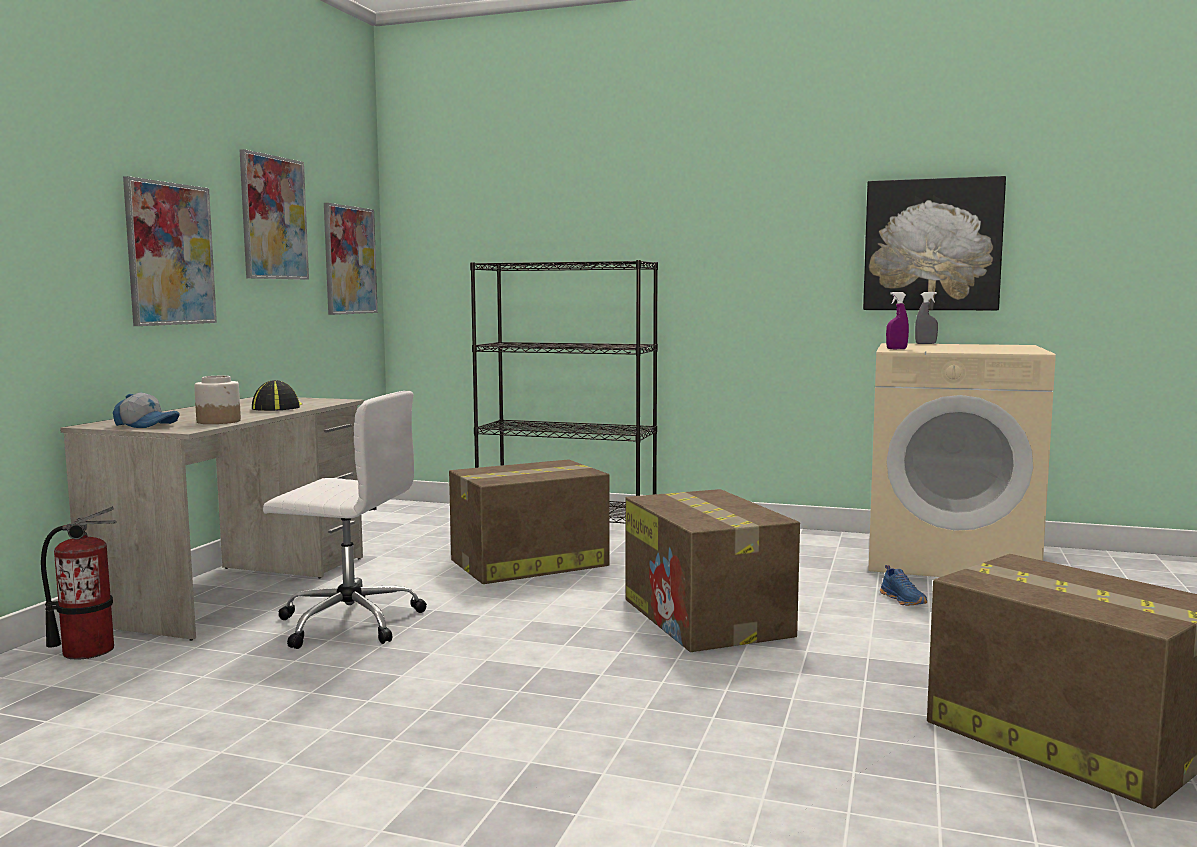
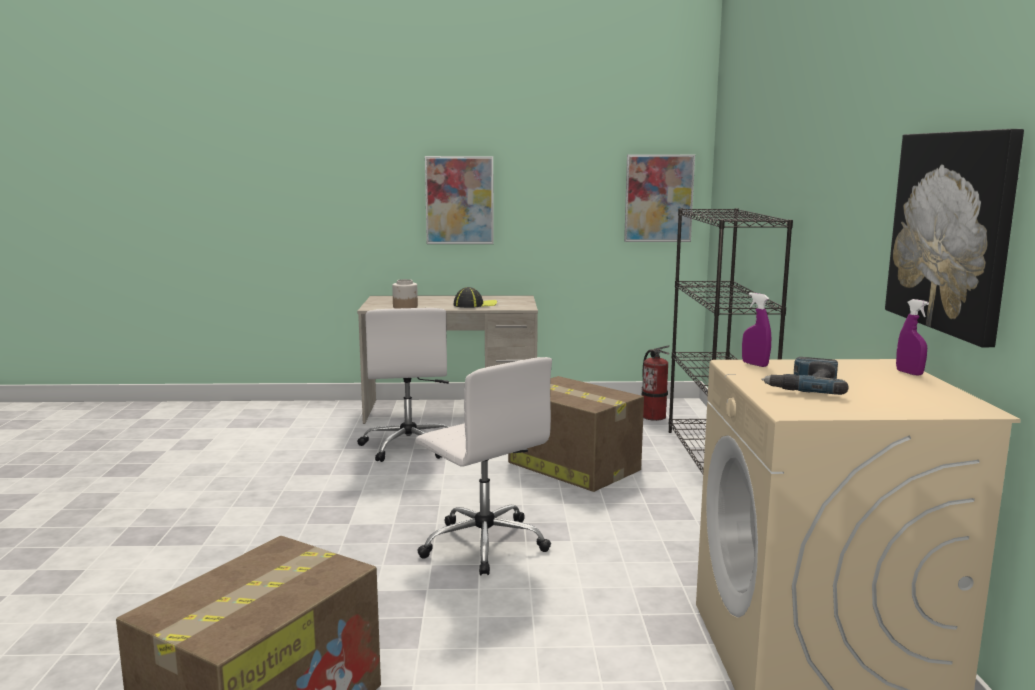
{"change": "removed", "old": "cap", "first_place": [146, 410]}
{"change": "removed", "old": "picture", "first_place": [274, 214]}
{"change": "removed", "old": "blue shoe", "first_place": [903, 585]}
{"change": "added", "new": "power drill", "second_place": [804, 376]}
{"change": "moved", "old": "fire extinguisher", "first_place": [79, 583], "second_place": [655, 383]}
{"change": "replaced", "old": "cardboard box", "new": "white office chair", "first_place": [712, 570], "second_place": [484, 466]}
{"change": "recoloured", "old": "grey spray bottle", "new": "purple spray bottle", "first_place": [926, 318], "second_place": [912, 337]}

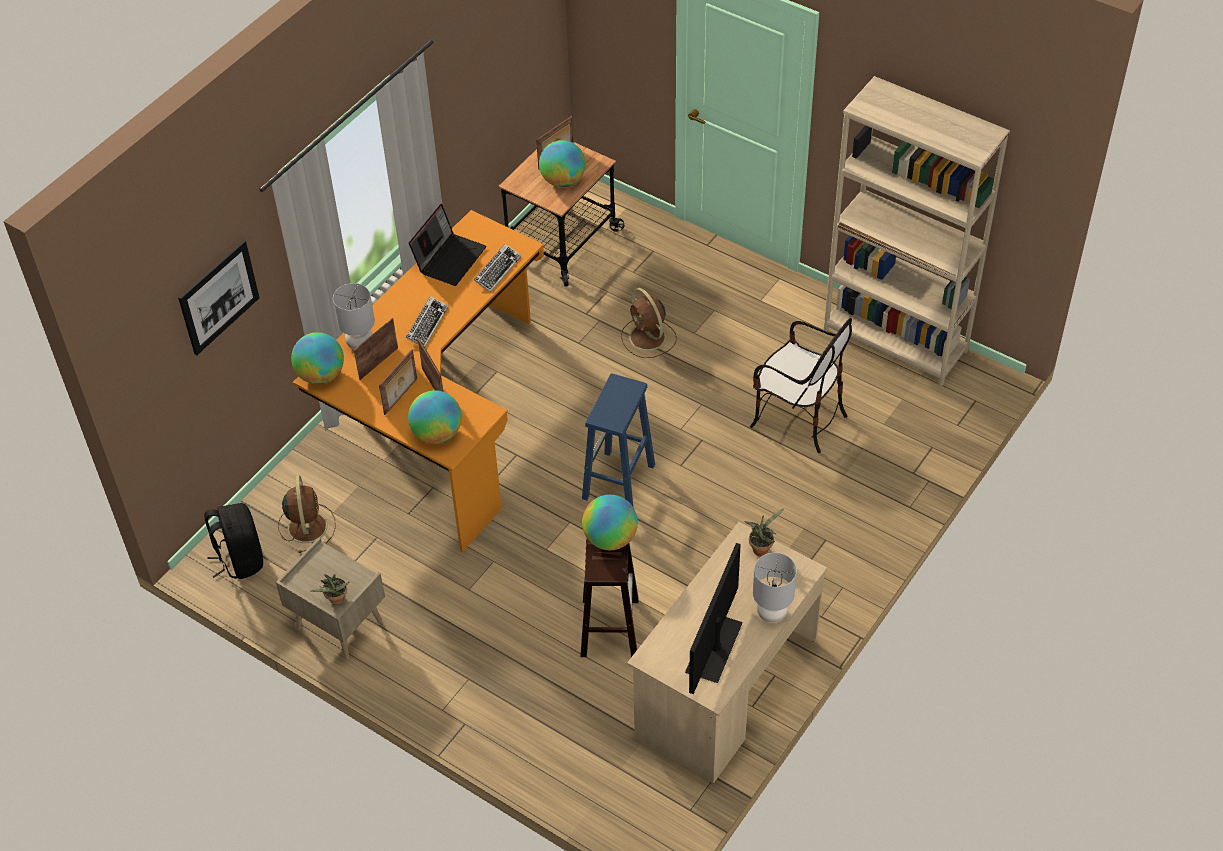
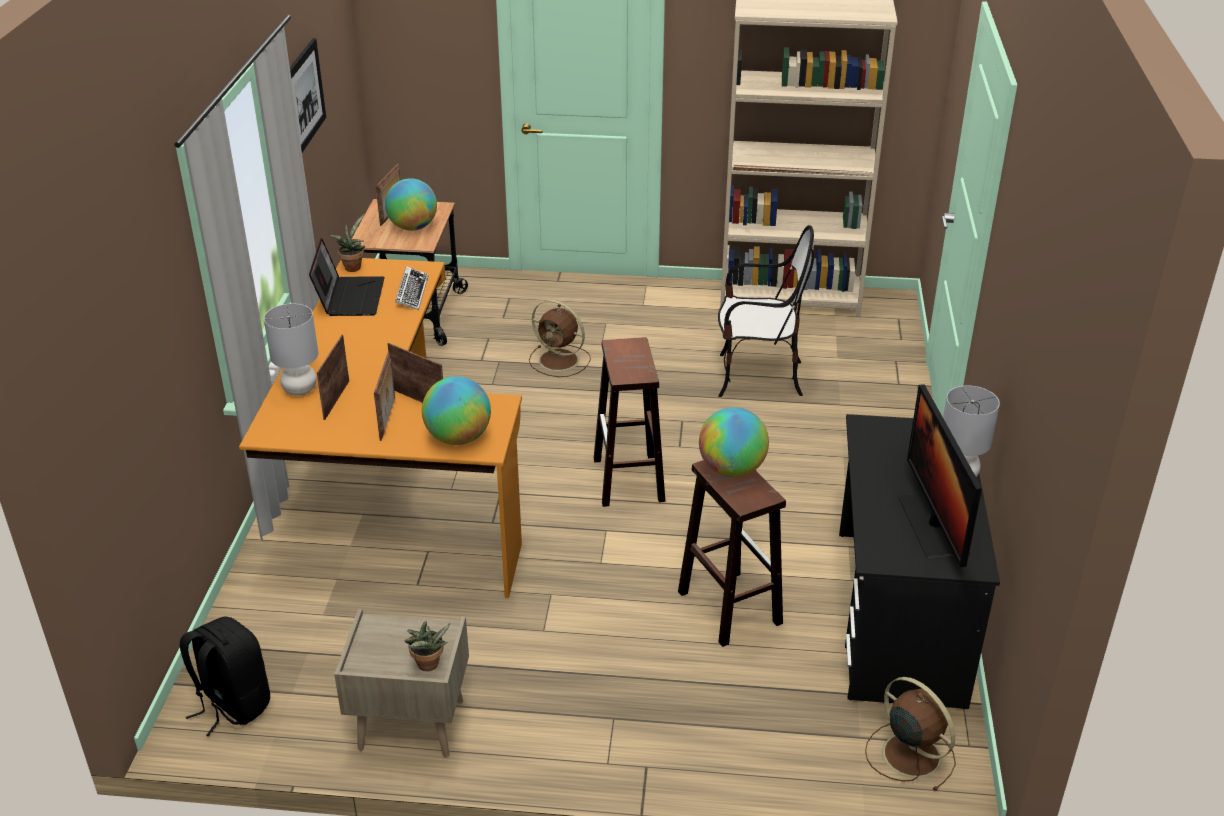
{"change": "removed", "old": "globe", "first_place": [317, 358]}
{"change": "removed", "old": "keyboard", "first_place": [427, 321]}
{"change": "moved", "old": "picture", "first_place": [219, 297], "second_place": [308, 95]}
{"change": "moved", "old": "brown fan", "first_place": [307, 514], "second_place": [910, 734]}
{"change": "moved", "old": "potted plant", "first_place": [764, 532], "second_place": [347, 243]}
{"change": "recoloured", "old": "blue stool", "new": "brown stool", "first_place": [618, 439], "second_place": [629, 422]}
{"change": "recoloured", "old": "beige desk", "new": "black desk", "first_place": [727, 653], "second_place": [919, 561]}

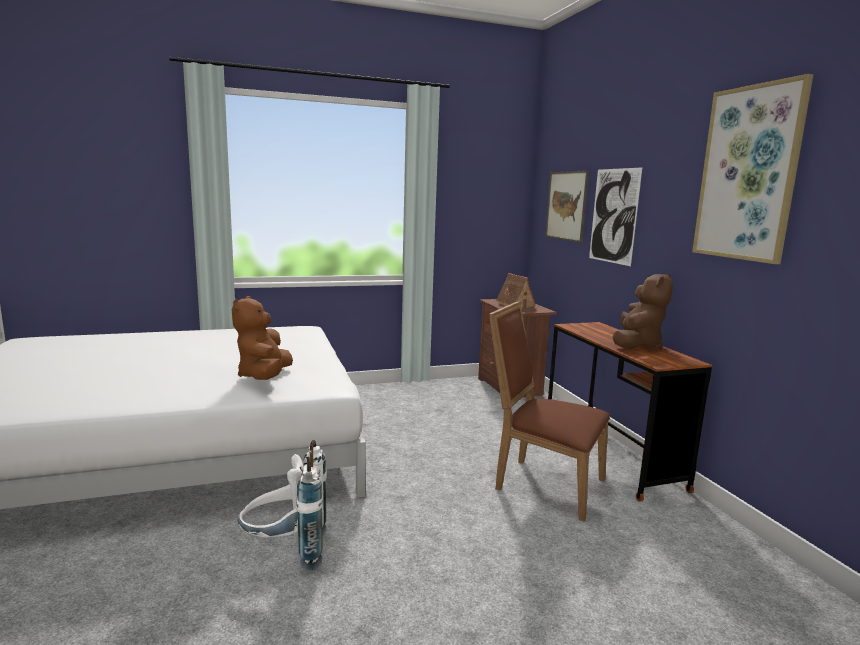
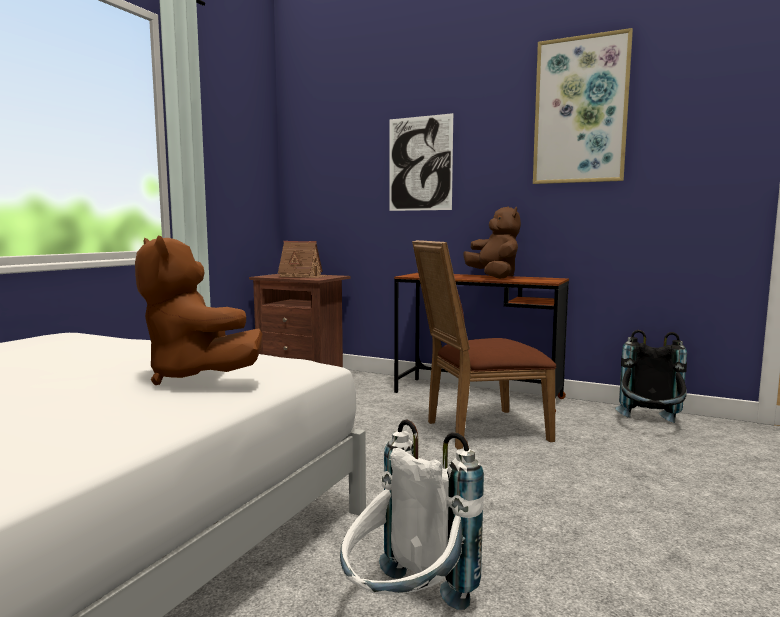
{"change": "removed", "old": "picture", "first_place": [567, 207]}
{"change": "added", "new": "black backpack", "second_place": [651, 376]}

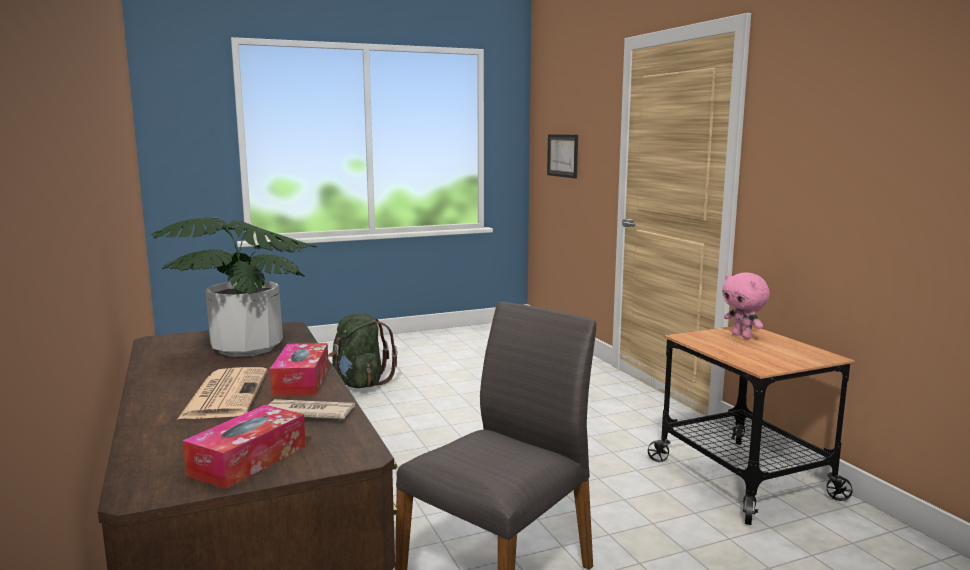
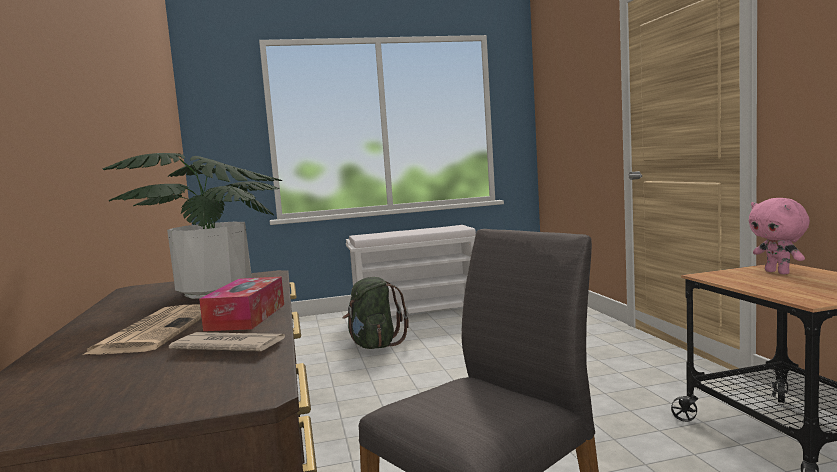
{"change": "removed", "old": "tissue box", "first_place": [244, 447]}
{"change": "removed", "old": "picture", "first_place": [562, 156]}
{"change": "added", "new": "white bench", "second_place": [411, 270]}

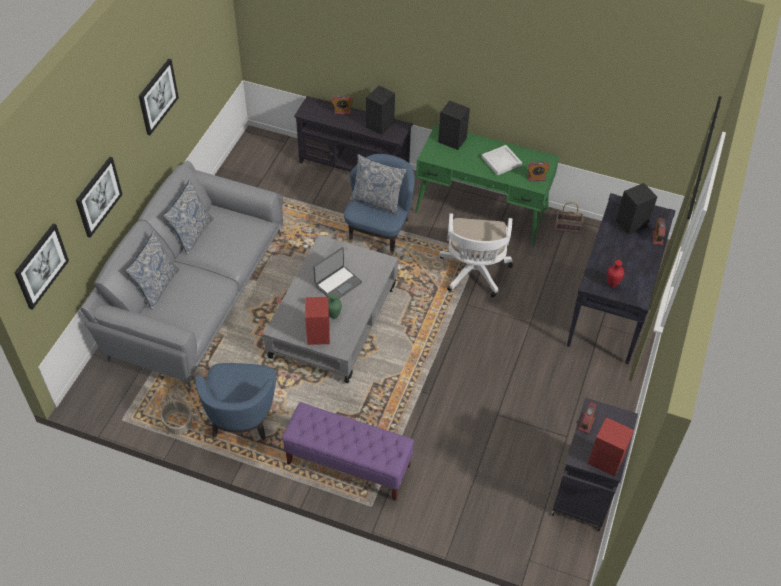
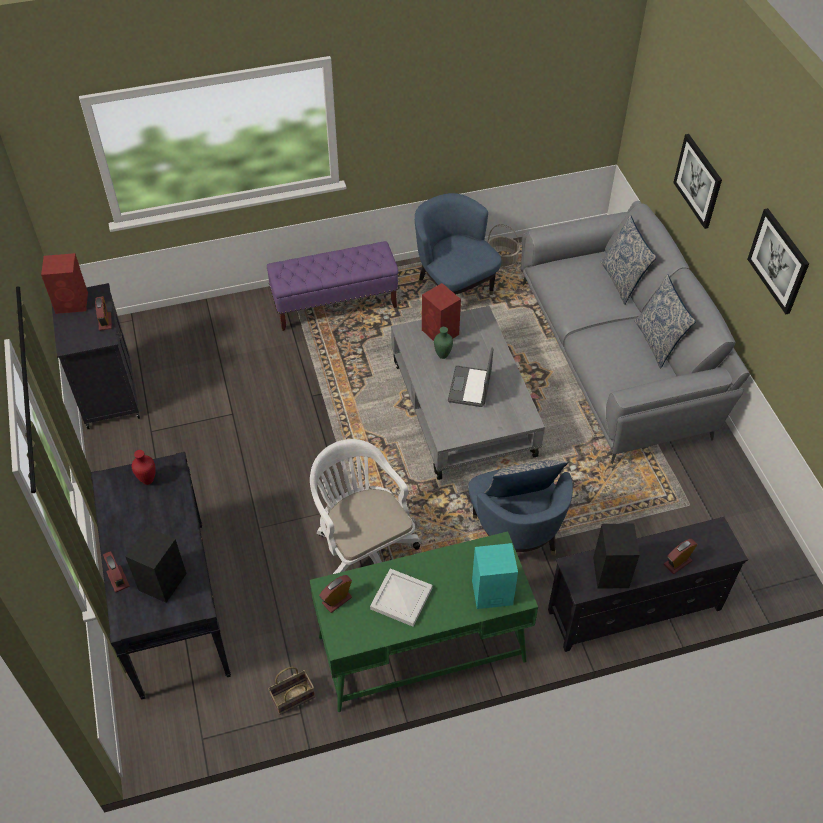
{"change": "removed", "old": "picture", "first_place": [41, 266]}
{"change": "recoloured", "old": "black speaker", "new": "turquoise speaker", "first_place": [454, 125], "second_place": [495, 576]}

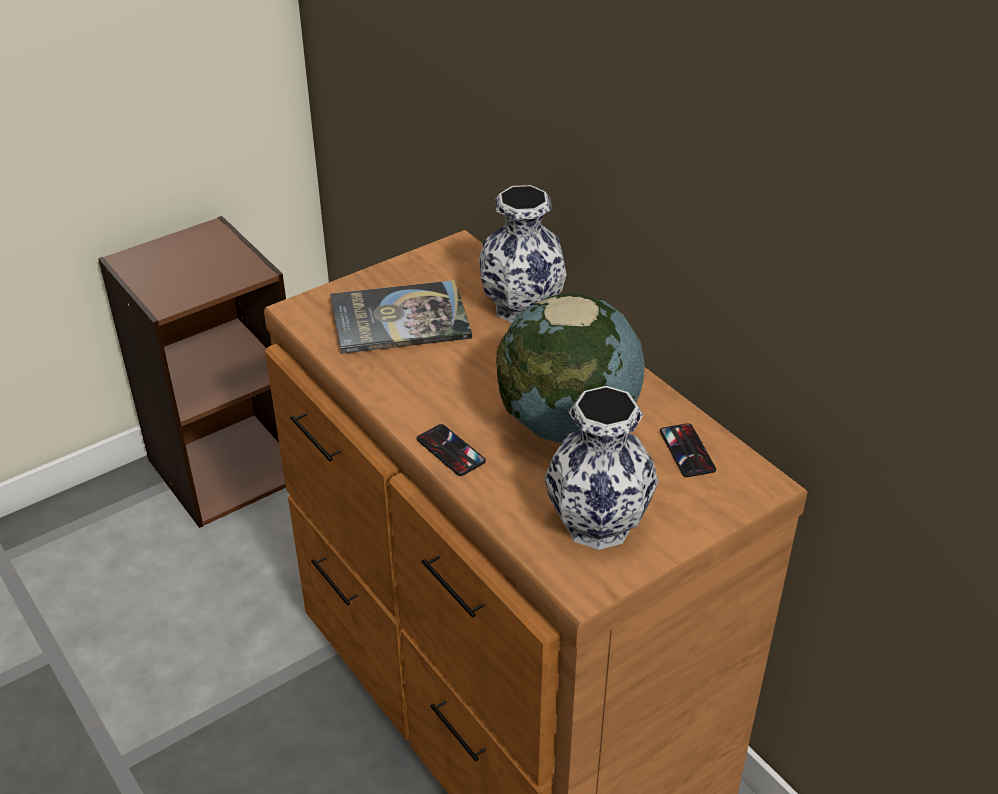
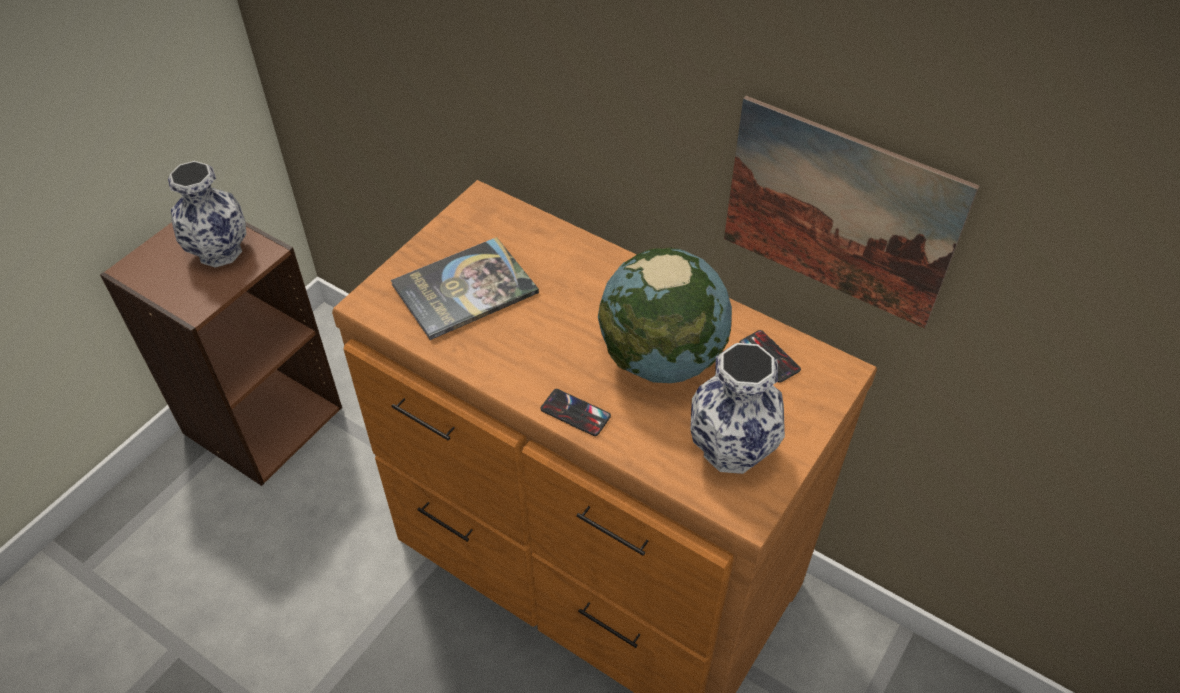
{"change": "added", "new": "picture", "second_place": [851, 212]}
{"change": "moved", "old": "vase", "first_place": [523, 254], "second_place": [207, 214]}

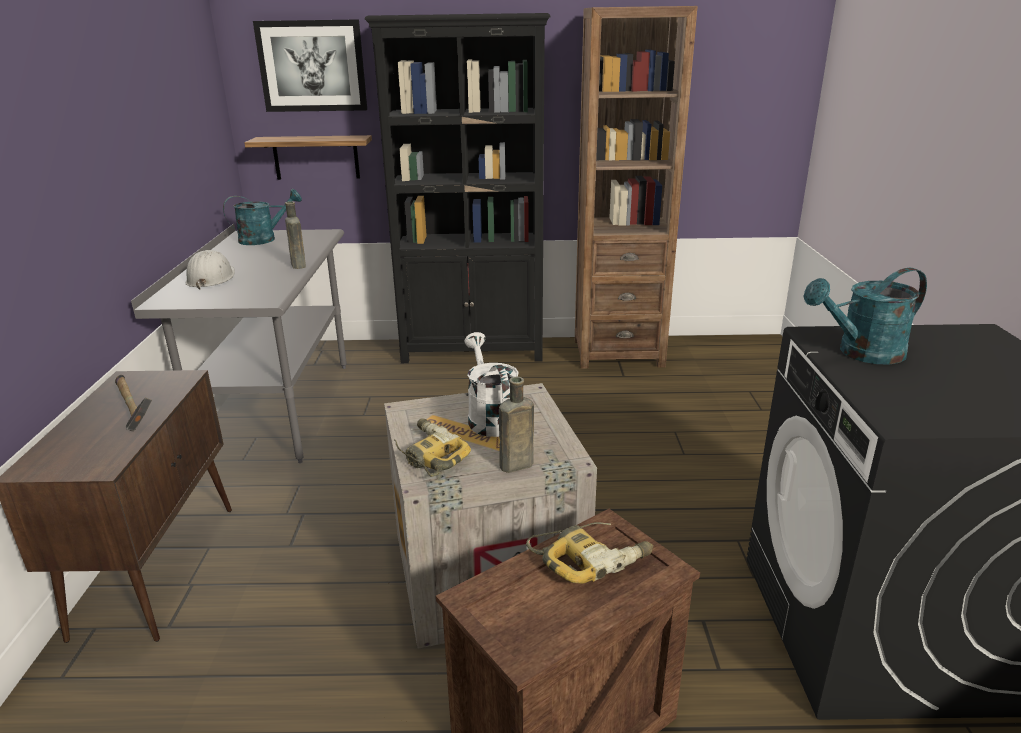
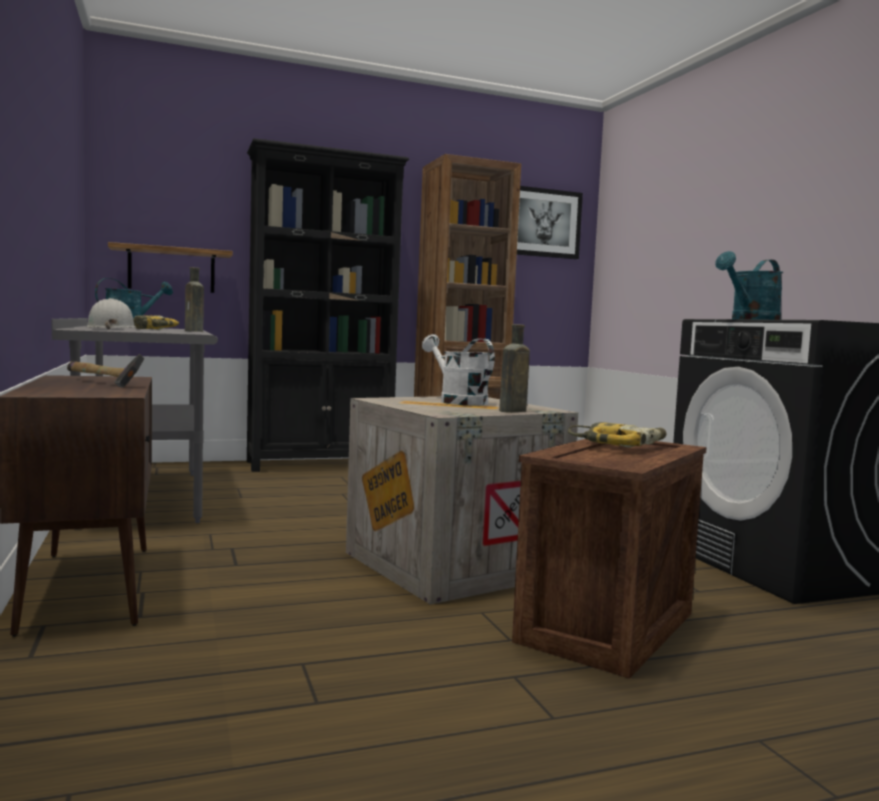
{"change": "moved", "old": "picture", "first_place": [310, 65], "second_place": [550, 222]}
{"change": "moved", "old": "power drill", "first_place": [432, 447], "second_place": [156, 322]}

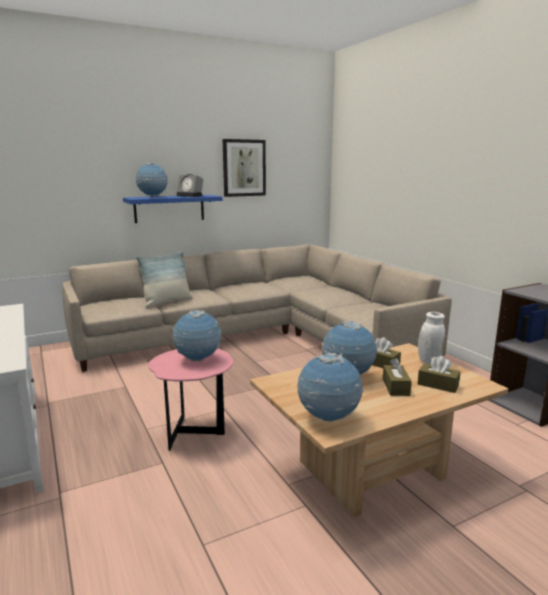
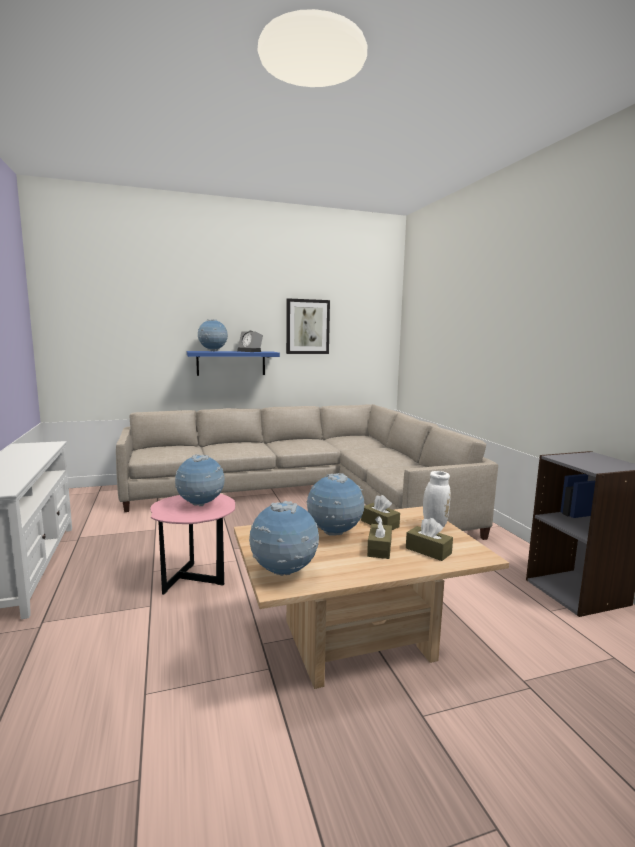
{"change": "removed", "old": "pillow", "first_place": [164, 280]}

